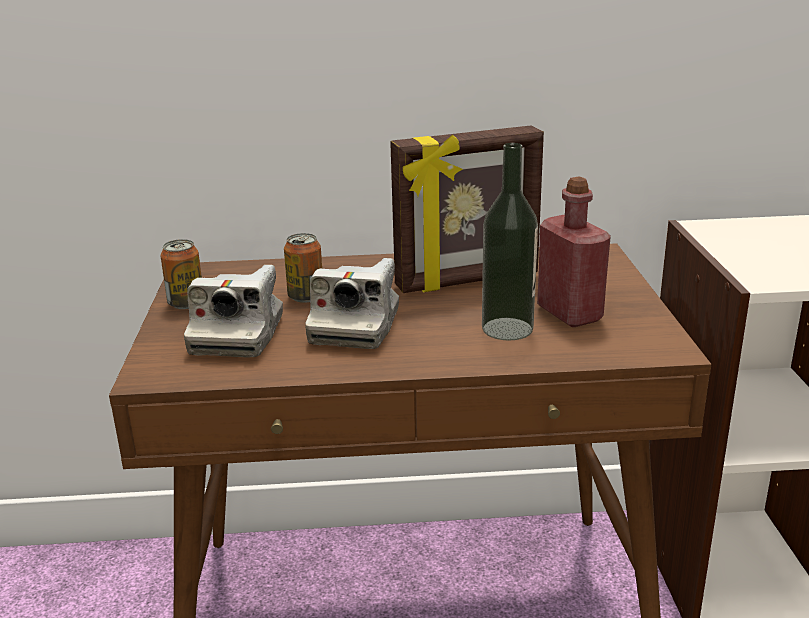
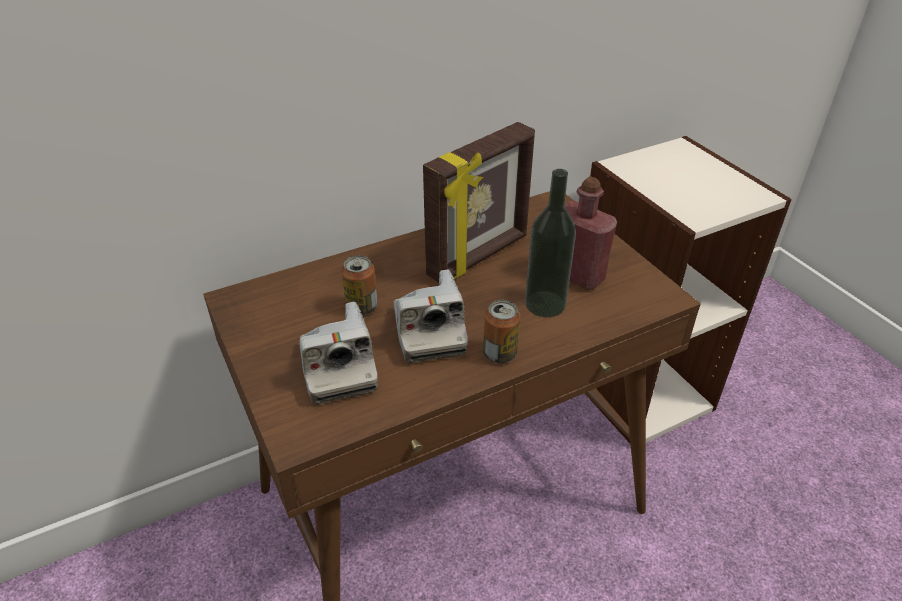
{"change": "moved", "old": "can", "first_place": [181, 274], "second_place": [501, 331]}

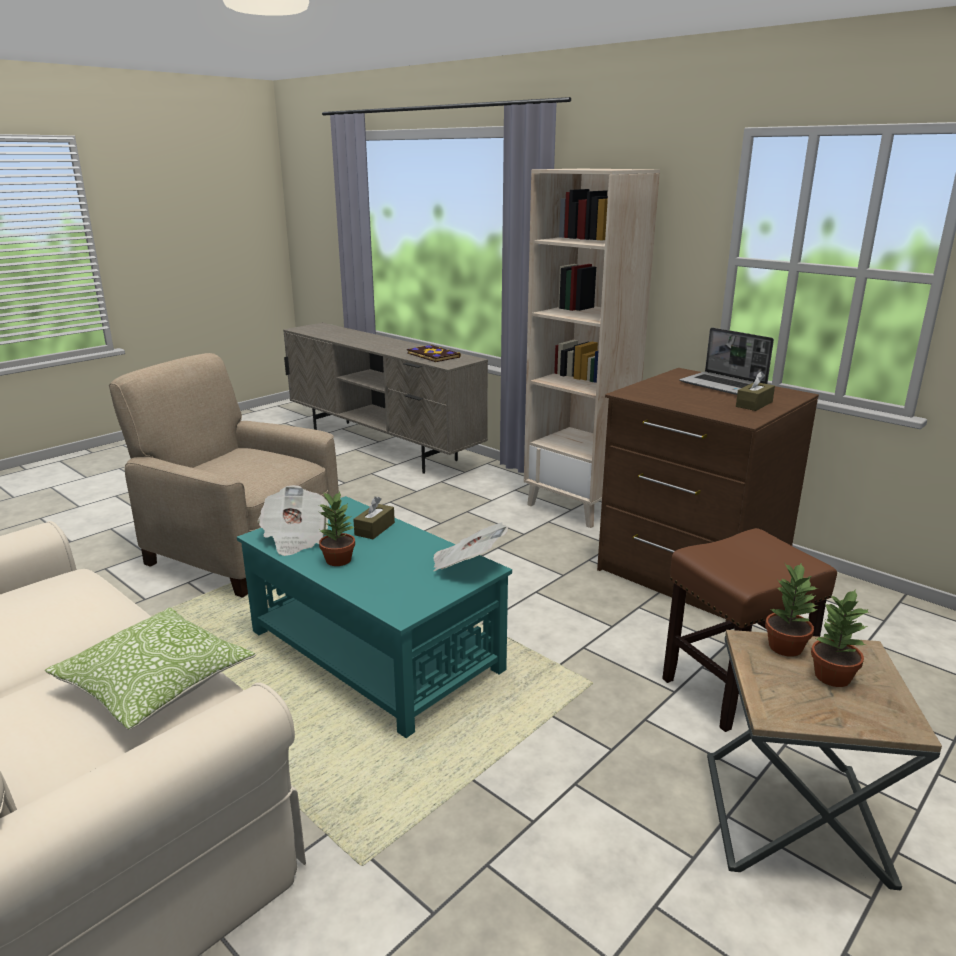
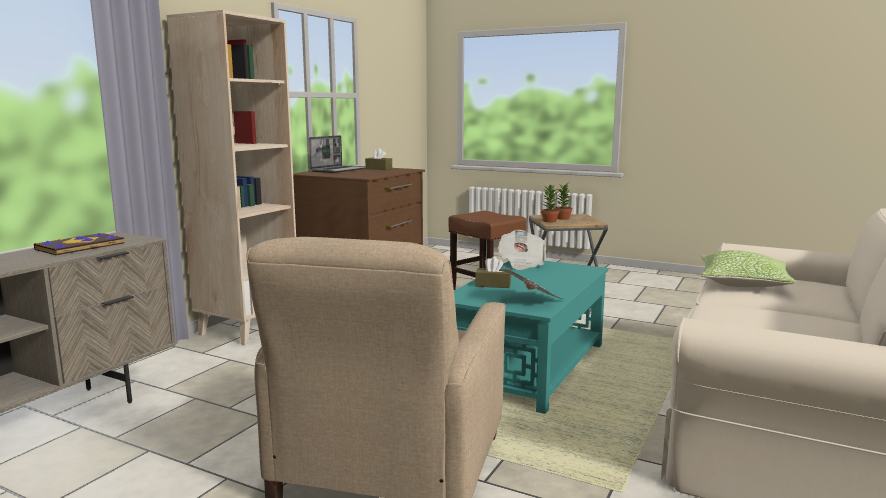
{"change": "removed", "old": "potted plant", "first_place": [337, 529]}

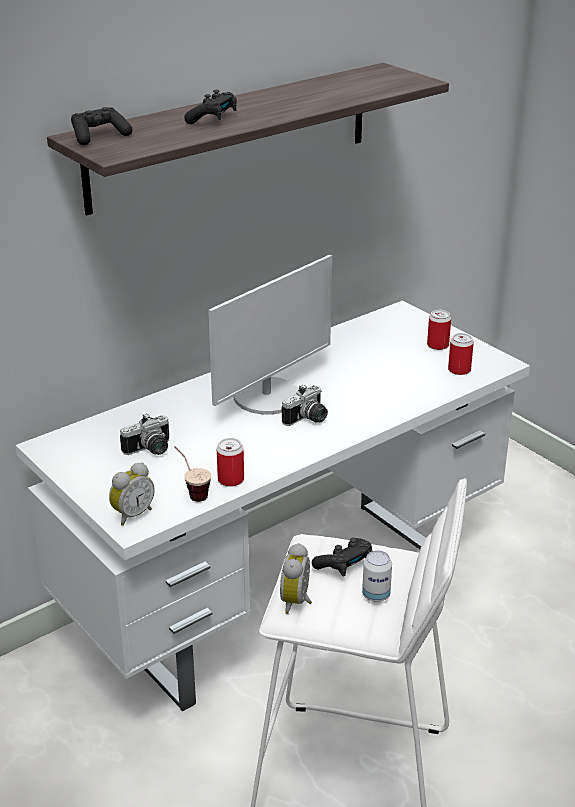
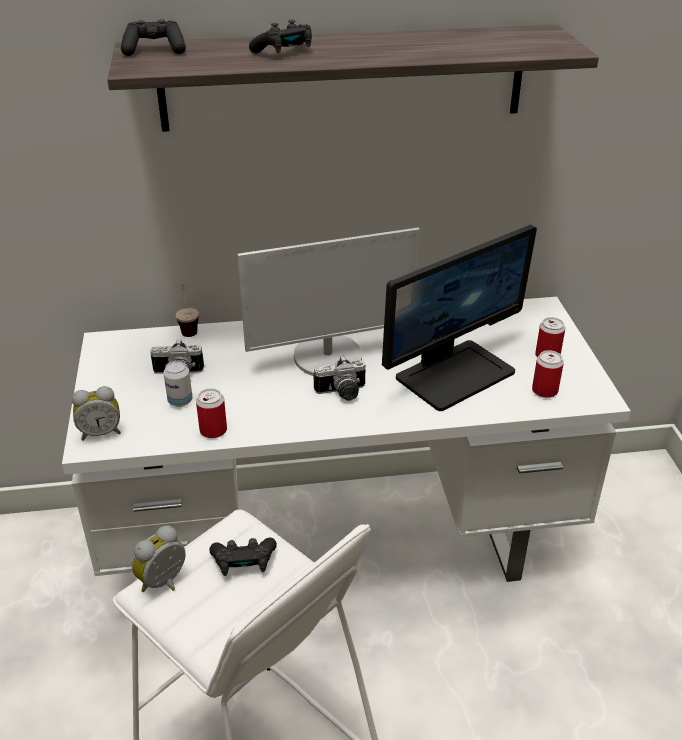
{"change": "added", "new": "monitor", "second_place": [459, 318]}
{"change": "moved", "old": "cup", "first_place": [192, 474], "second_place": [187, 311]}
{"change": "moved", "old": "can", "first_place": [377, 576], "second_place": [178, 384]}

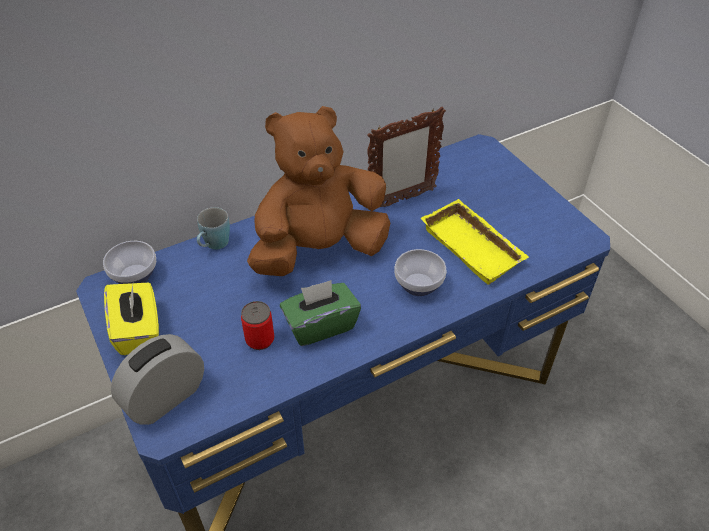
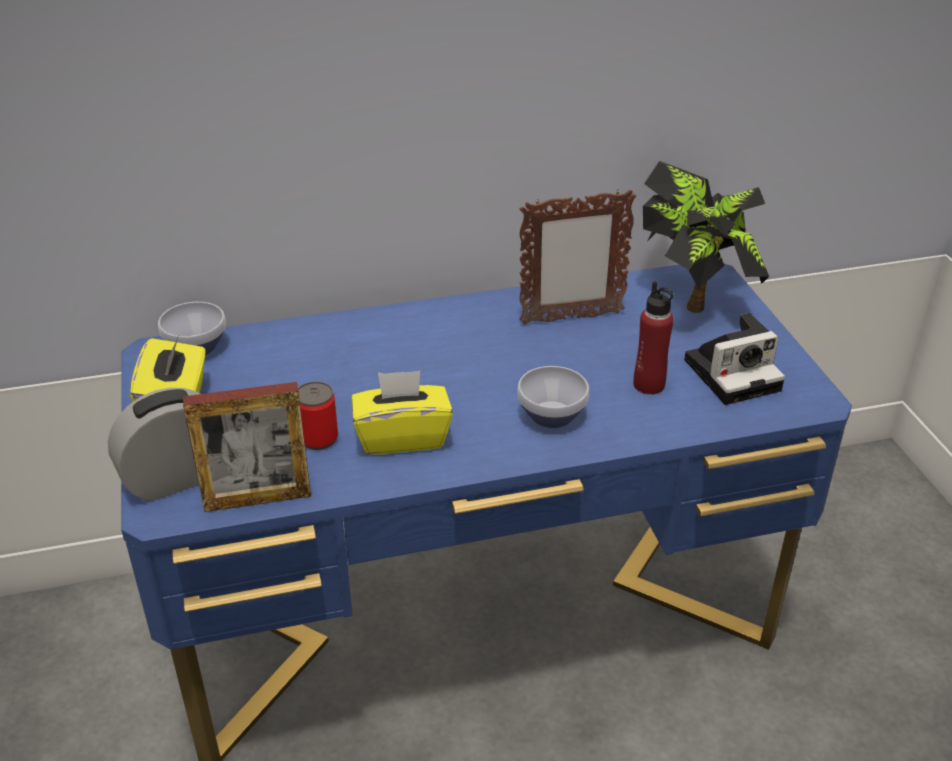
{"change": "removed", "old": "blue mug", "first_place": [213, 228]}
{"change": "removed", "old": "brown plush toy", "first_place": [318, 191]}
{"change": "added", "new": "picture frame", "second_place": [247, 447]}
{"change": "added", "new": "potted plant", "second_place": [706, 237]}
{"change": "added", "new": "photo camera", "second_place": [734, 359]}
{"change": "replaced", "old": "yellow tray", "new": "red bottle", "first_place": [475, 242], "second_place": [654, 338]}
{"change": "recoloured", "old": "green tissue box", "new": "yellow tissue box", "first_place": [320, 313], "second_place": [402, 413]}

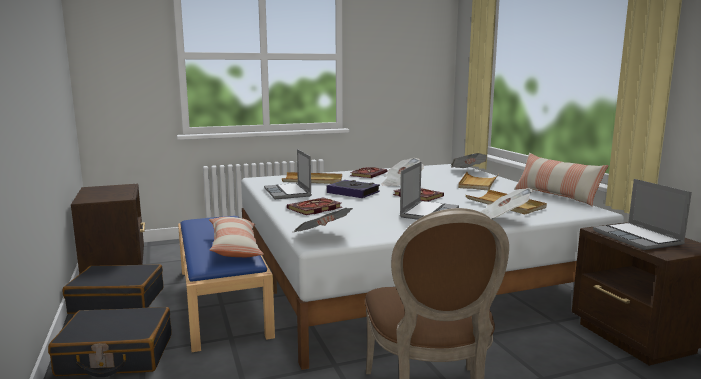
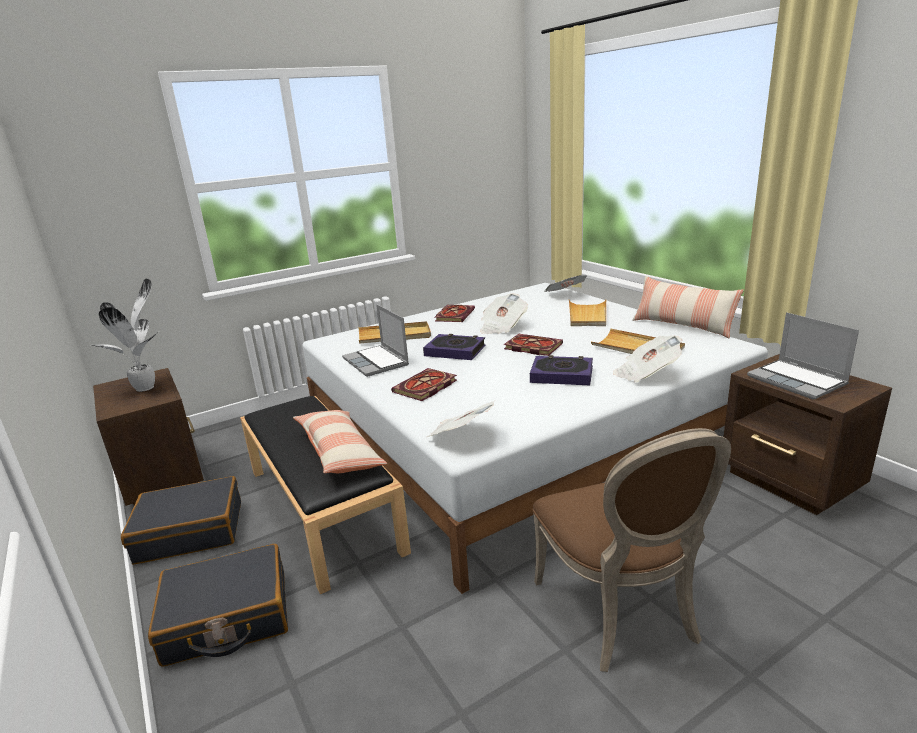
{"change": "added", "new": "potted plant", "second_place": [124, 335]}
{"change": "replaced", "old": "laptop", "new": "book", "first_place": [429, 191], "second_place": [561, 370]}
{"change": "recoloured", "old": "blue bench", "new": "black bench", "first_place": [226, 284], "second_place": [325, 495]}

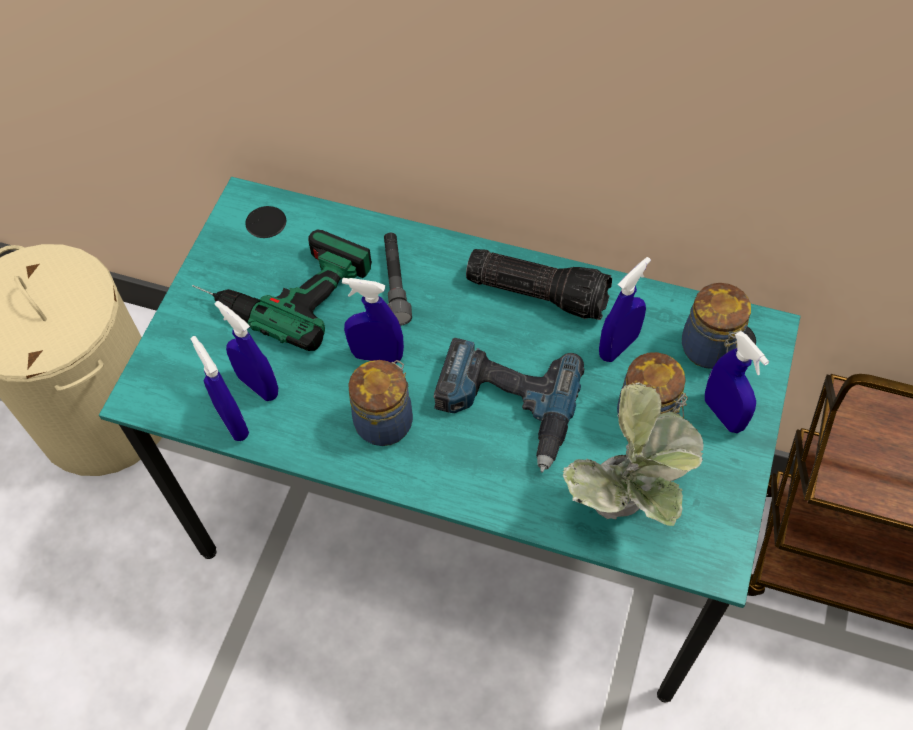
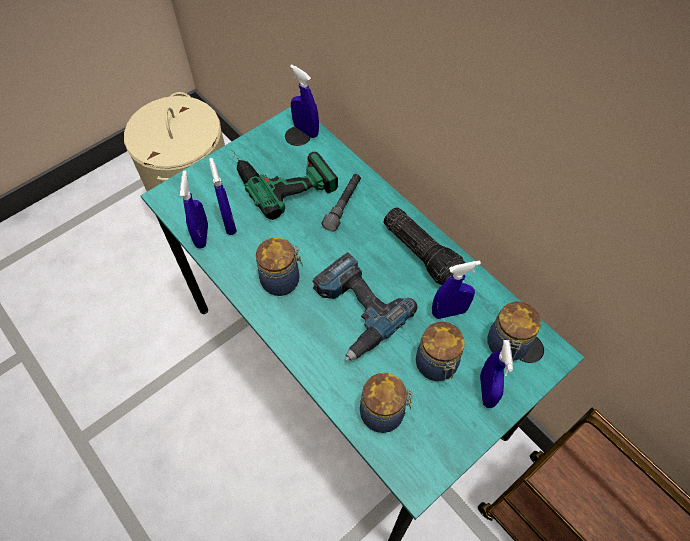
{"change": "moved", "old": "blue spray bottle", "first_place": [373, 321], "second_place": [304, 101]}
{"change": "replaced", "old": "potted plant", "new": "jar", "first_place": [633, 454], "second_place": [386, 403]}

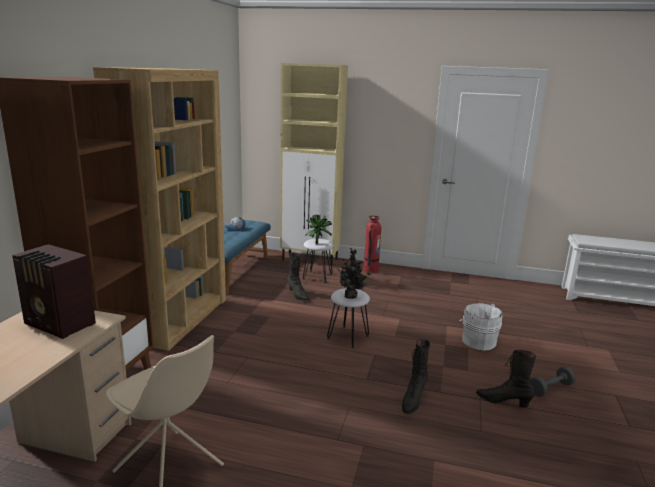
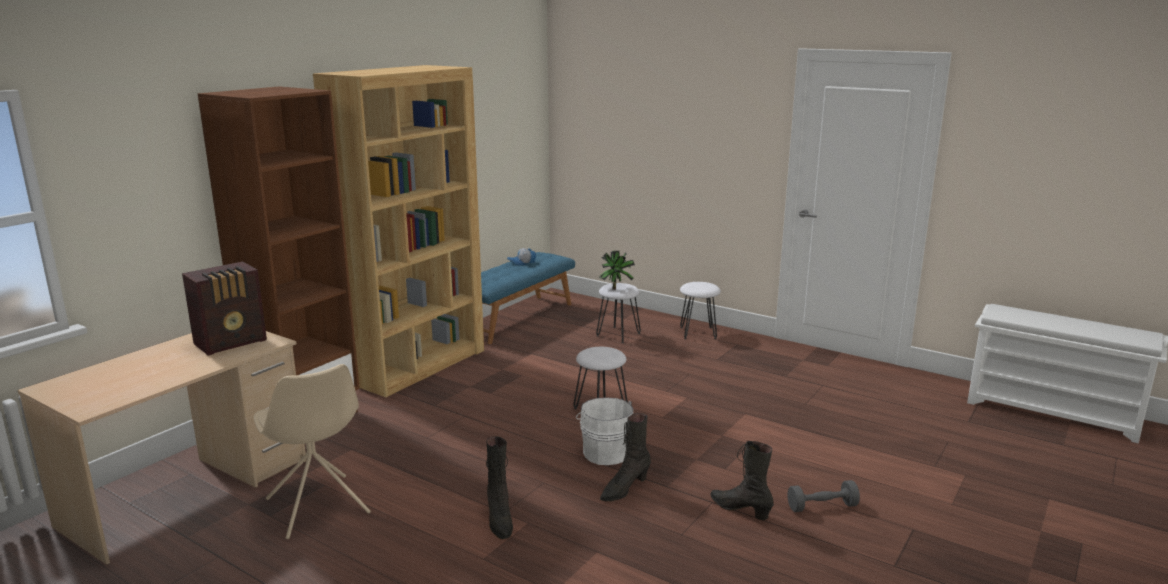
{"change": "removed", "old": "beige cabinet", "first_place": [314, 164]}
{"change": "removed", "old": "potted plant", "first_place": [354, 273]}
{"change": "moved", "old": "black boot", "first_place": [298, 277], "second_place": [499, 488]}
{"change": "moved", "old": "white bucket", "first_place": [481, 327], "second_place": [604, 431]}
{"change": "replaced", "old": "fire extinguisher", "new": "white stool", "first_place": [372, 244], "second_place": [700, 310]}
{"change": "turned", "old": "radio", "first_place": [54, 291], "second_place": [224, 309], "degrees": -90}

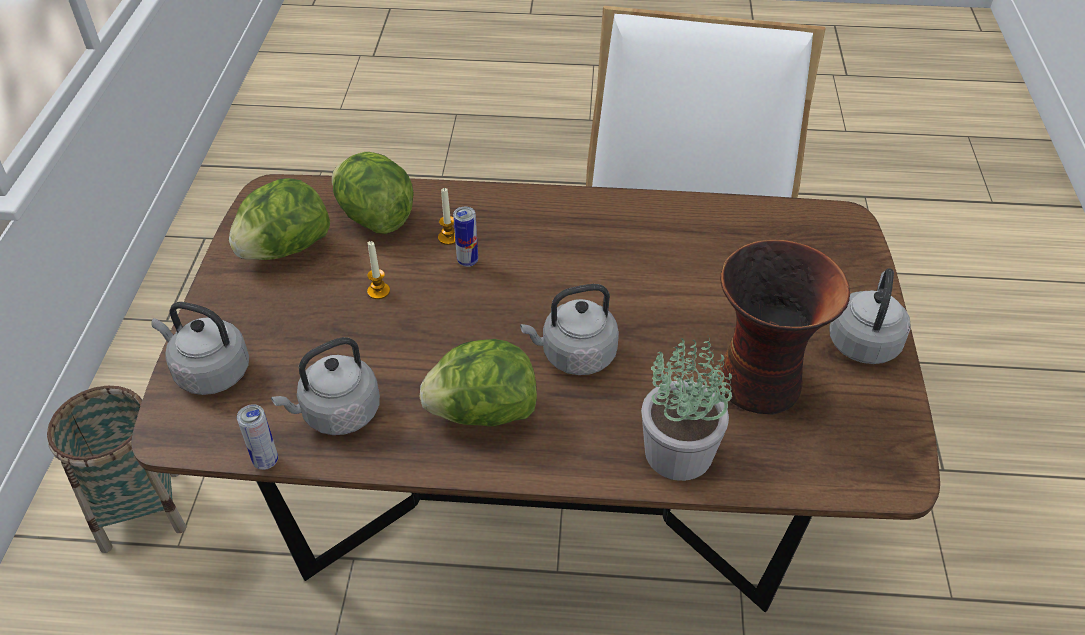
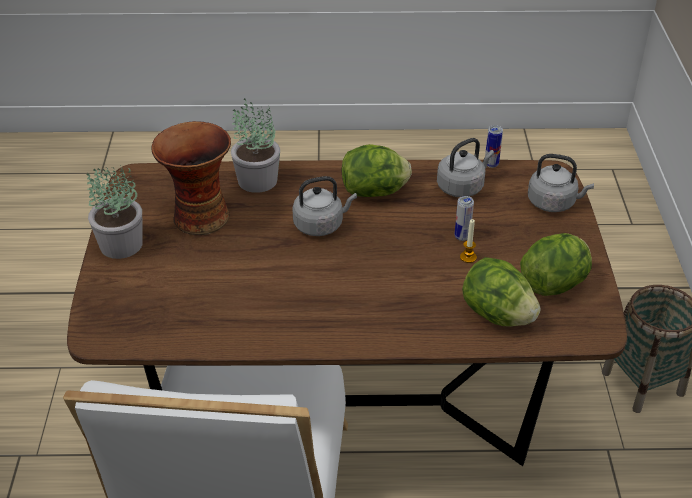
{"change": "removed", "old": "candle", "first_place": [446, 216]}
{"change": "moved", "old": "can", "first_place": [465, 237], "second_place": [464, 218]}
{"change": "replaced", "old": "grey kettle", "new": "potted plant", "first_place": [870, 316], "second_place": [114, 213]}

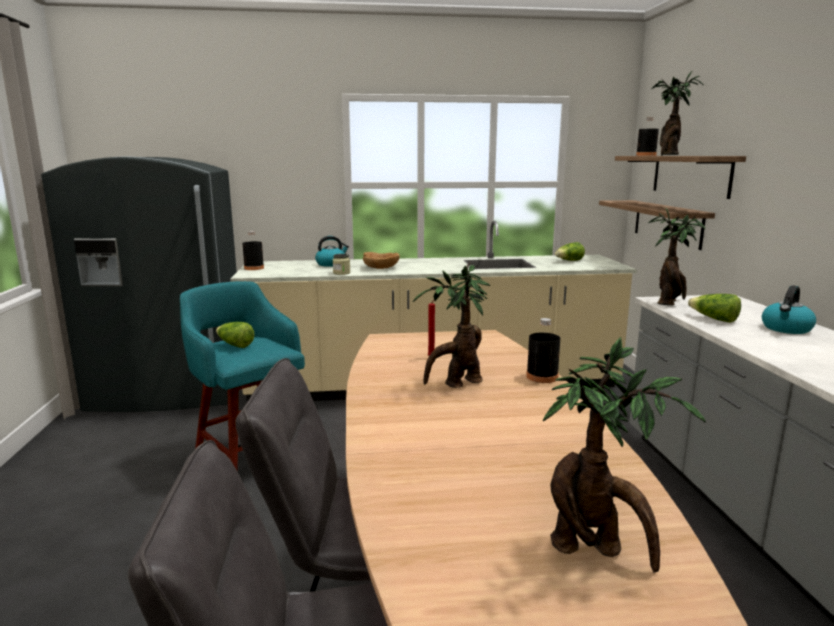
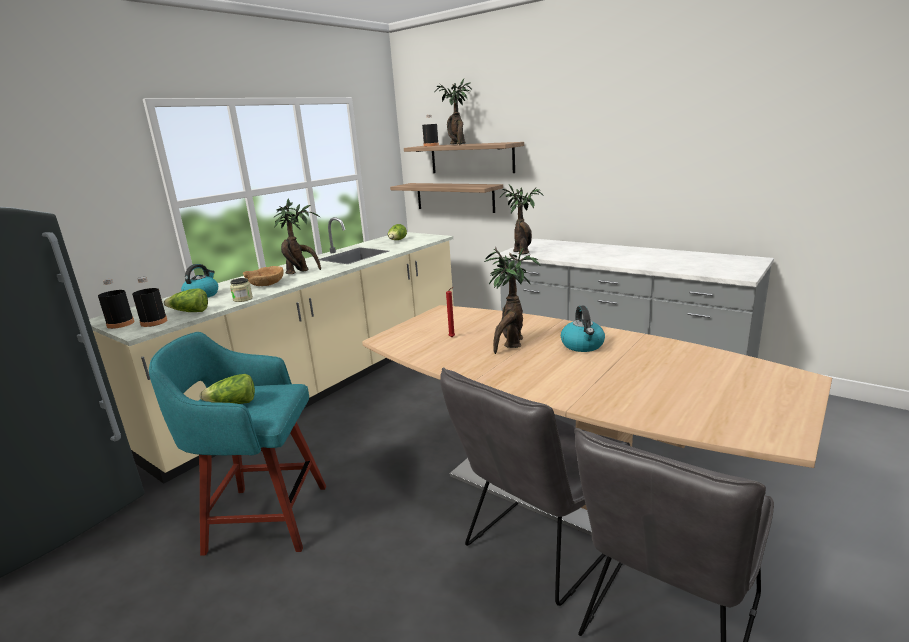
{"change": "moved", "old": "black bottle", "first_place": [543, 350], "second_place": [149, 302]}
{"change": "moved", "old": "potted plant", "first_place": [624, 455], "second_place": [297, 236]}
{"change": "moved", "old": "lettuce", "first_place": [714, 308], "second_place": [186, 300]}
{"change": "moved", "old": "kettle", "first_place": [789, 309], "second_place": [583, 329]}

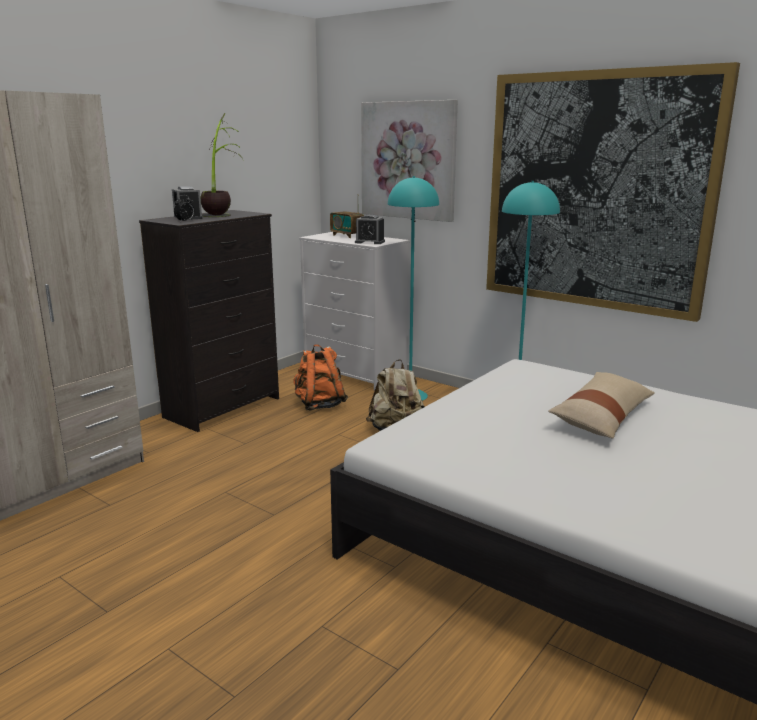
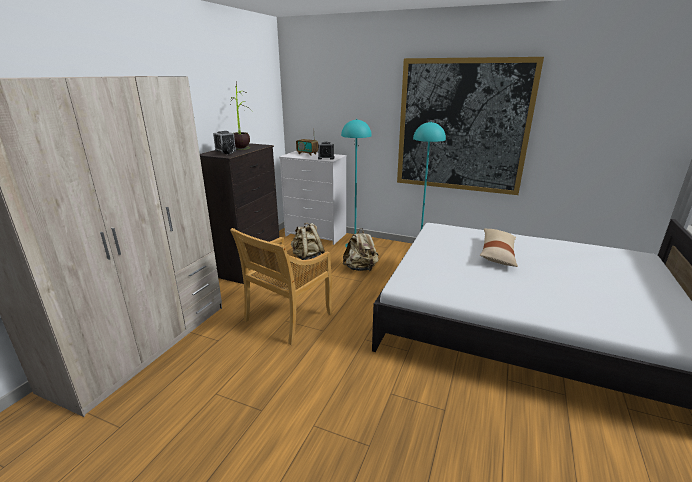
{"change": "removed", "old": "picture", "first_place": [409, 161]}
{"change": "added", "new": "beige chair", "second_place": [281, 286]}
{"change": "recoloured", "old": "orange backpack", "new": "beige backpack", "first_place": [320, 378], "second_place": [308, 241]}

